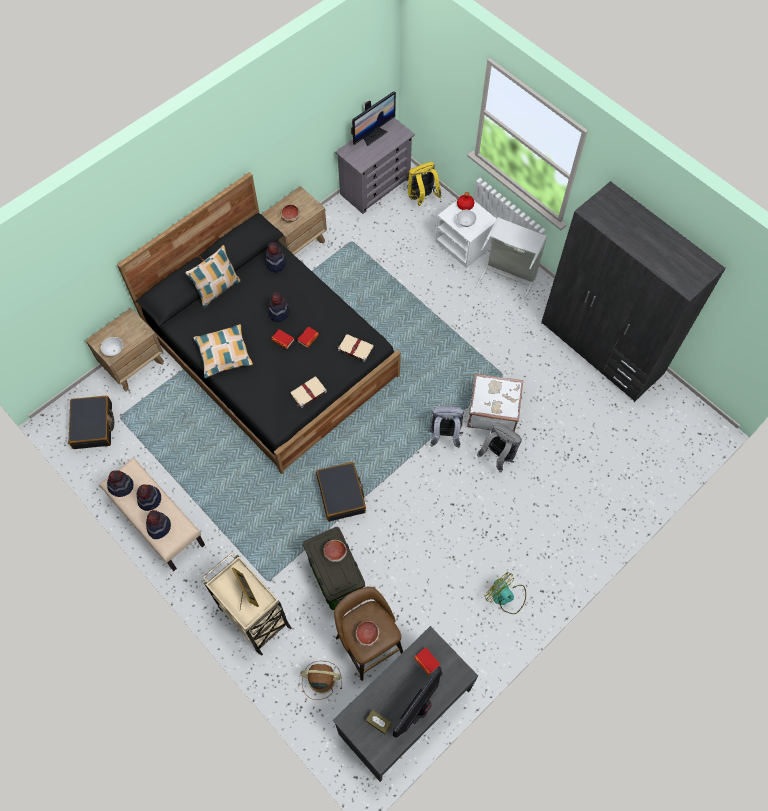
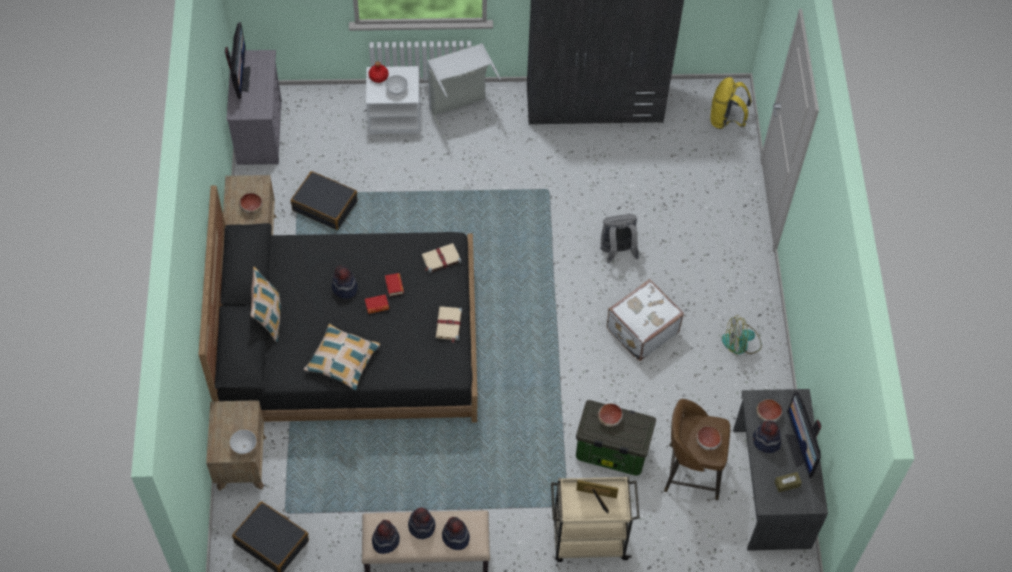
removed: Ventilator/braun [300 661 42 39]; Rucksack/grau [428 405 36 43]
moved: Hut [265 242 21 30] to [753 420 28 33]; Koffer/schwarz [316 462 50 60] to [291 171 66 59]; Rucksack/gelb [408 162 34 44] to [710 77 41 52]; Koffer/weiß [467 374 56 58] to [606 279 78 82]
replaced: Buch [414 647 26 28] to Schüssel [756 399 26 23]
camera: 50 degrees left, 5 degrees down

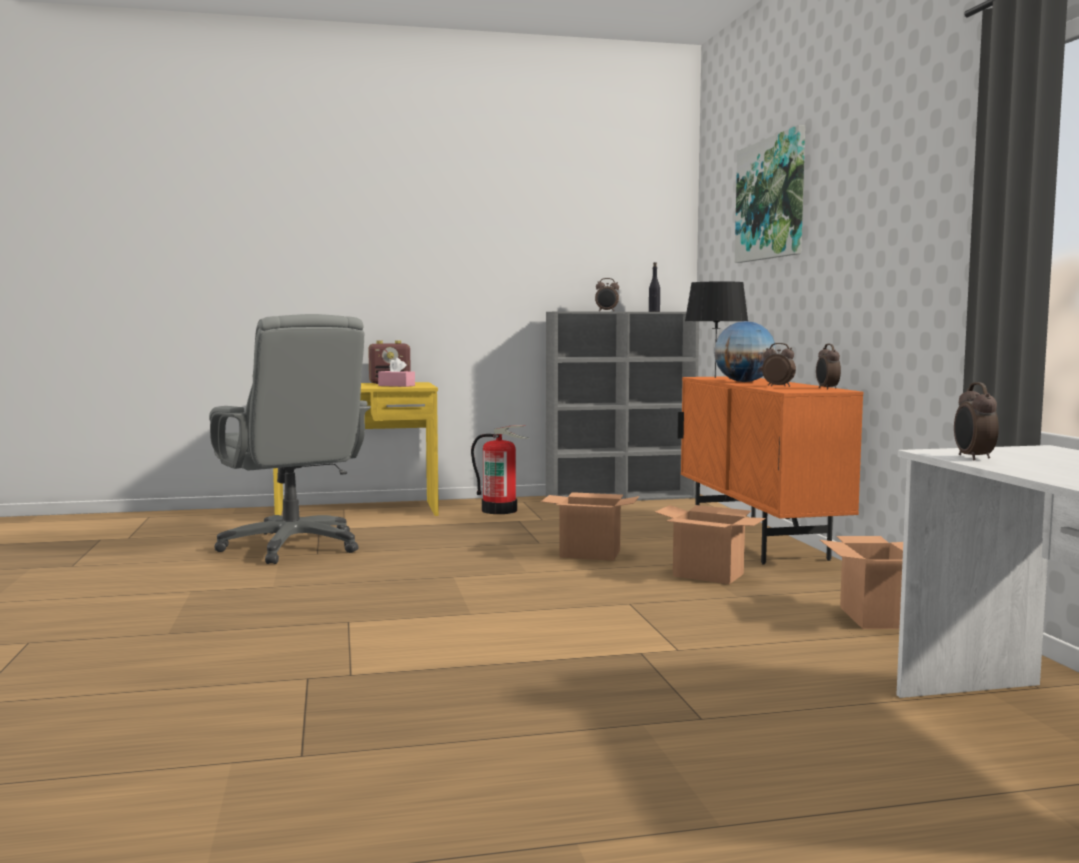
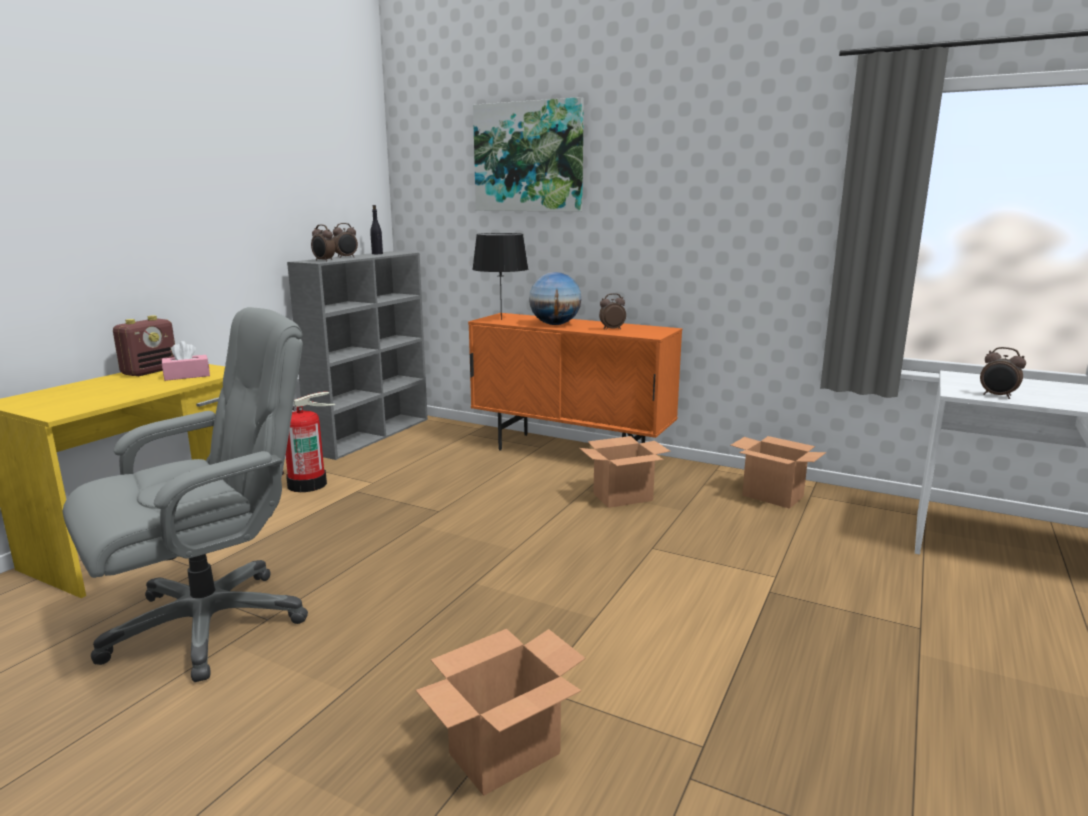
moved: Karton [541 492 98 69] to [416 629 169 167]; Wecker [816 344 25 46] to [311 225 24 37]
turned: Bürostuhl/grau [209 314 162 250] = [63 307 245 375] 45 degrees counterclockwise
camera: 50 degrees left, 10 degrees up

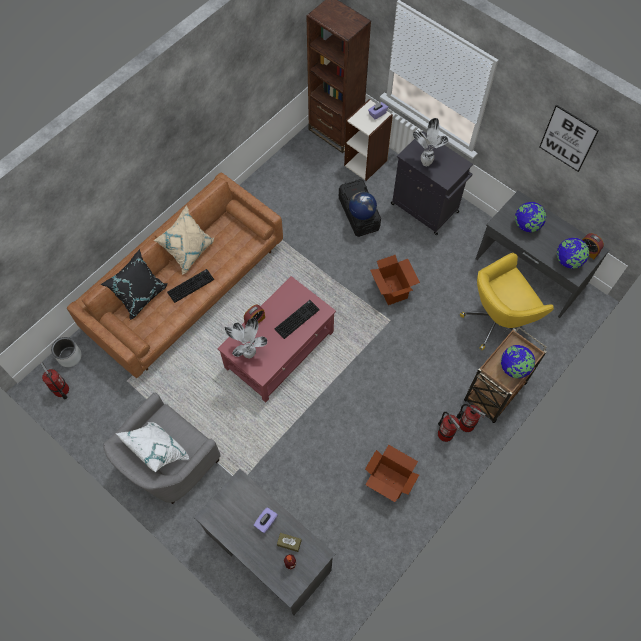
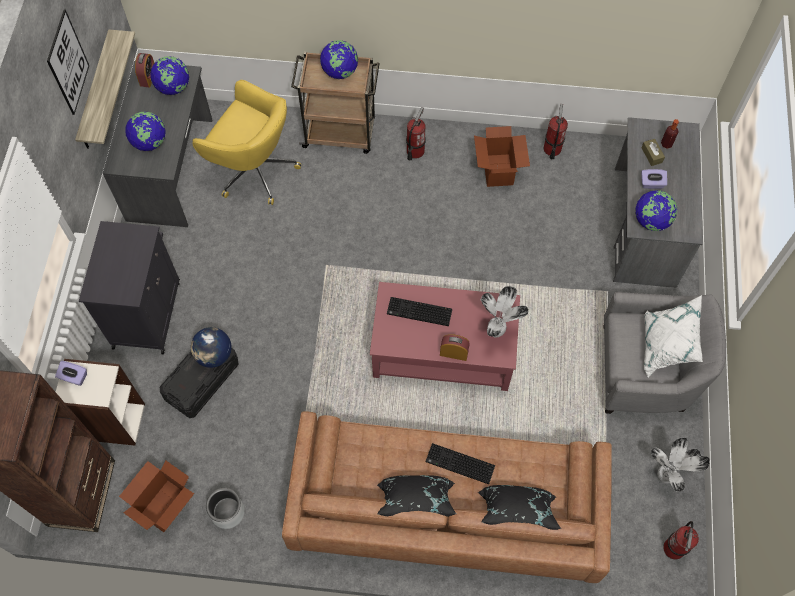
added: Wandregal [75 29 60 120]; Globus [635 190 42 41]
moved: Pflanzkübel/grau [51 337 31 30] to [206 488 39 41]; Karton [370 255 50 50] to [119 460 75 72]; Topfpflanze [413 118 35 48] to [651 438 59 53]; Feuerlöscher [457 404 28 28] to [544 104 24 55]
recoloured: Kissen/beige [153 205 61 70] to Kissen/schwarz [377 475 79 42]
camera: 125 degrees left, 0 degrees up

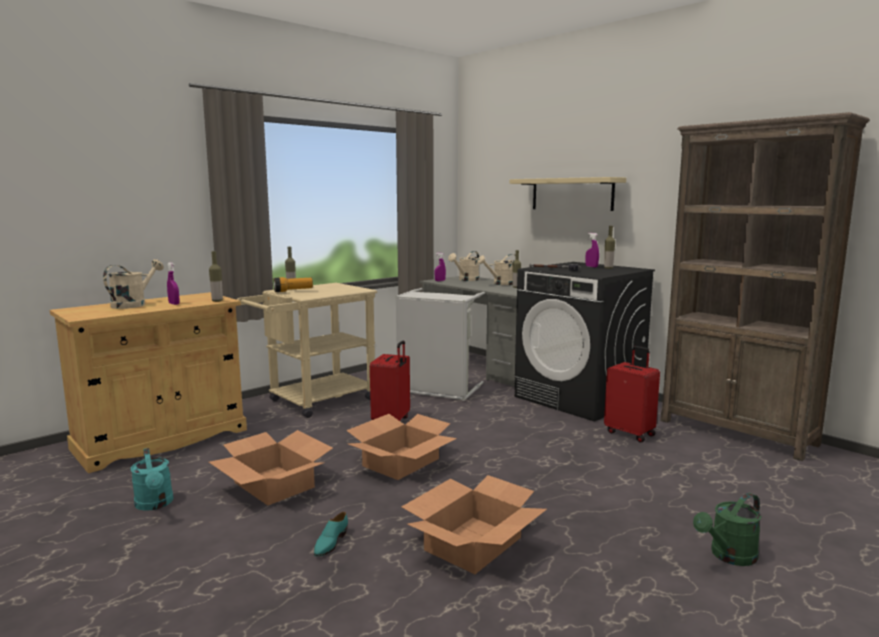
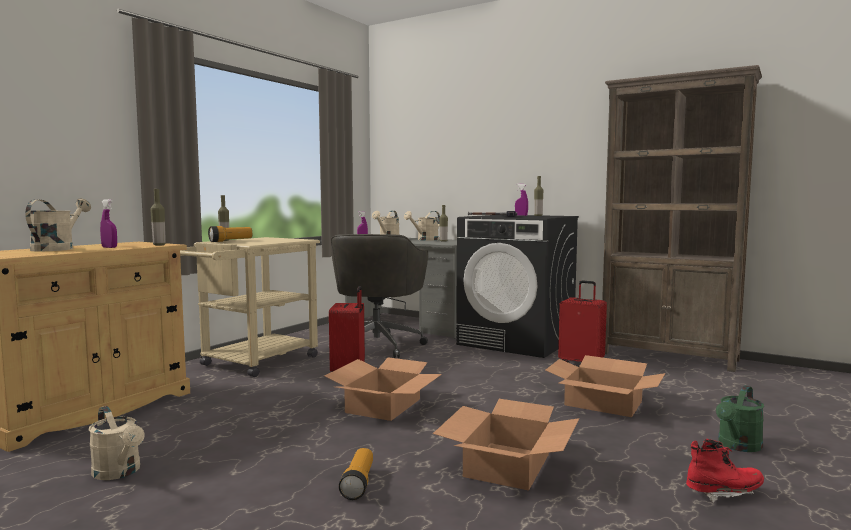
removed: Wandregal/beige [510 177 116 34]
added: Stiefel/rot [686 439 78 64]
moved: Karton [209 430 124 76] to [546 355 119 62]
replaced: Schuh/türkis [314 512 34 44] to Taschenlampe [339 448 34 52]; Wäschekorb/grau [395 288 90 113] to Bürostuhl/grau [331 234 97 124]
recoloured: Gießkanne/türkis [130 448 44 63] to Gießkanne/beige [88 406 56 74]
camera: 15 degrees left, 5 degrees down

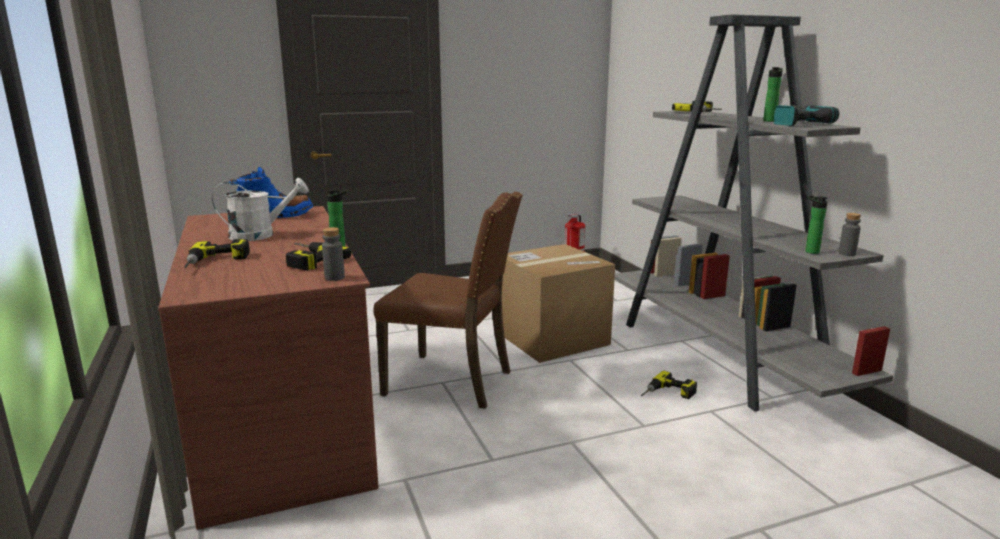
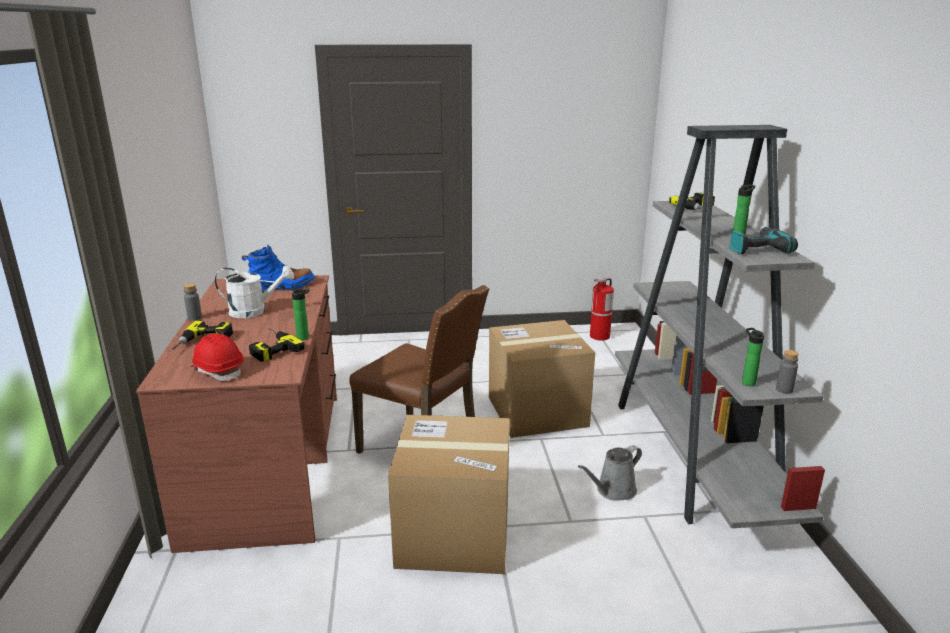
added: Schutzhelm/rot [191 333 53 48]; Karton [388 415 122 159]
moved: Flasche/grau [322 227 23 54] to [184 283 18 38]
replaced: Bohrmaschine [641 371 56 28] to Gießkanne/grau [578 445 64 56]
camera: 15 degrees right, 5 degrees up

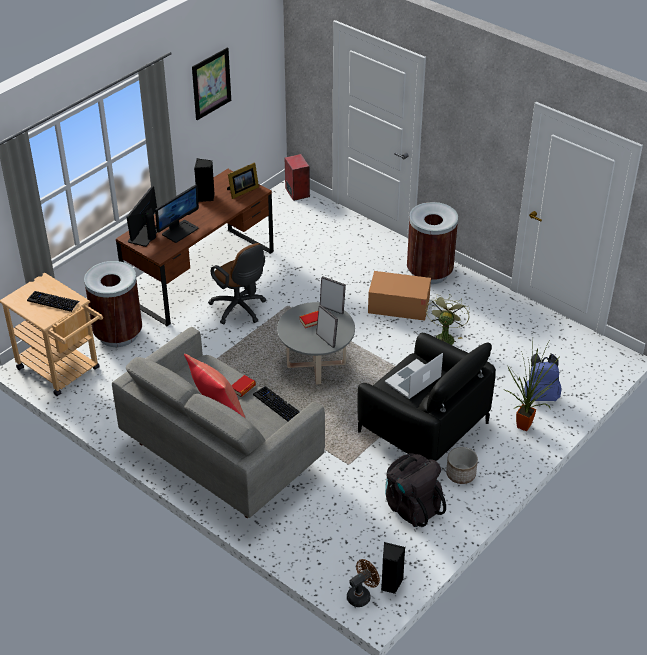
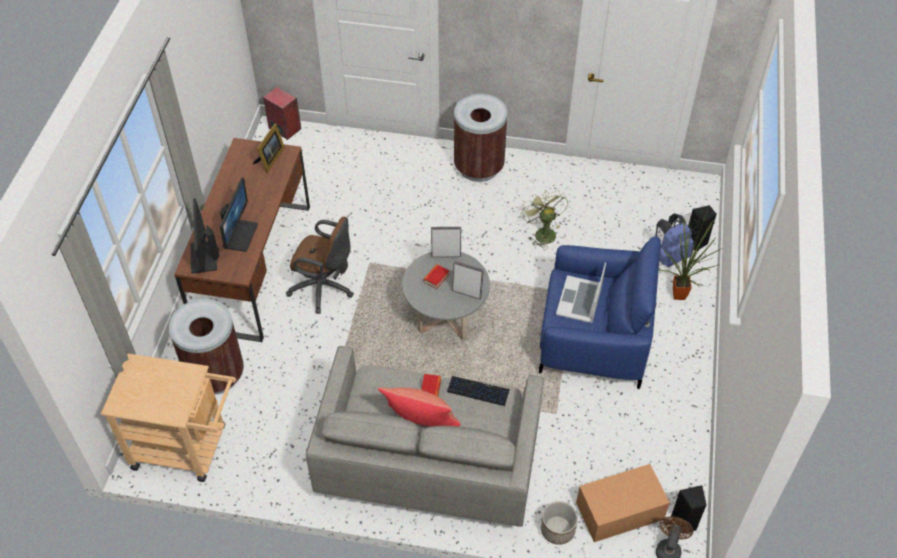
removed: Tastatur [27 291 52 21]; Bild [192 48 39 72]; Rucksack/schwarz [385 453 61 74]
moved: Lautsprecher/schwarz [194 158 21 44] to [688 205 29 46]; Karton [368 271 63 50] to [576 464 94 78]; Pflanzkübel [446 447 32 37] to [541 501 37 44]
recoloured: Sessel/schwarz [357 333 139 128] to Sessel/blau [539 236 122 153]
camera: 30 degrees left, 10 degrees up

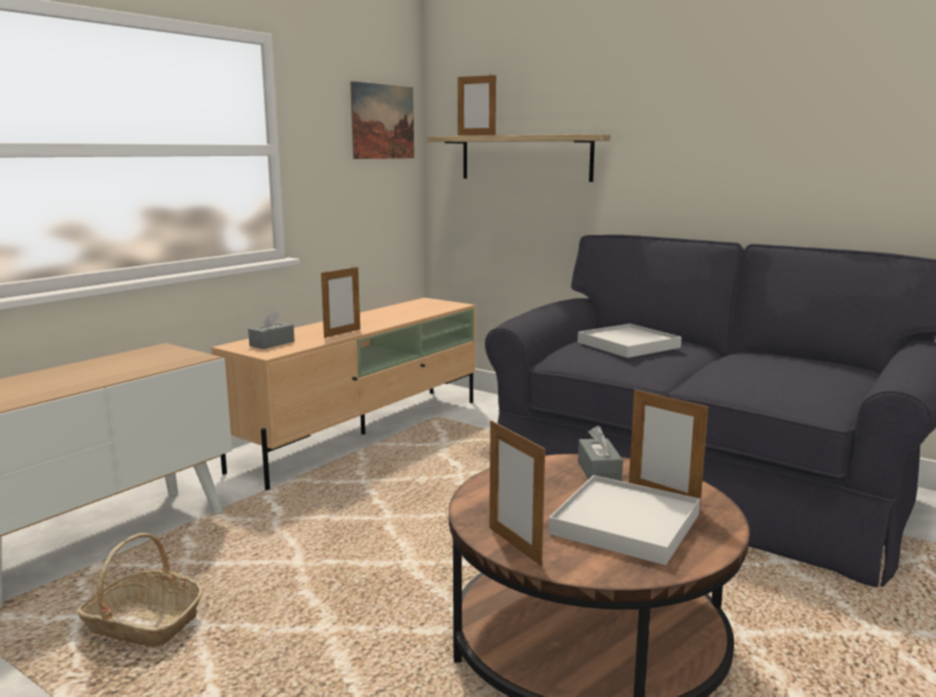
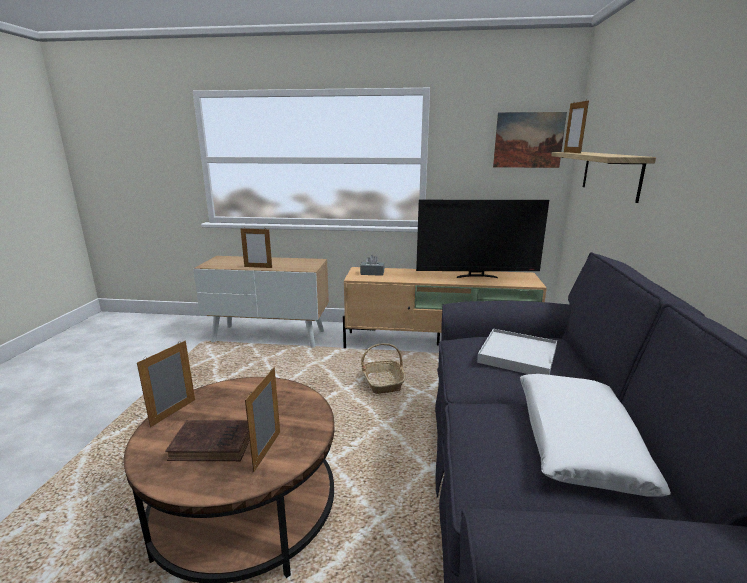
removed: Taschentuchbox/grau [578 426 45 55]
added: Fernseher [416 200 133 78]; Kissen/weiß [520 374 151 123]
moved: Korb [77 533 127 115] to [361 343 45 51]; Bilderrahmen [321 266 39 72] to [241 228 31 40]
replaced: Tablett/weiß [549 475 151 90] to Buch/braun [165 420 85 41]
camera: 60 degrees right, 5 degrees up

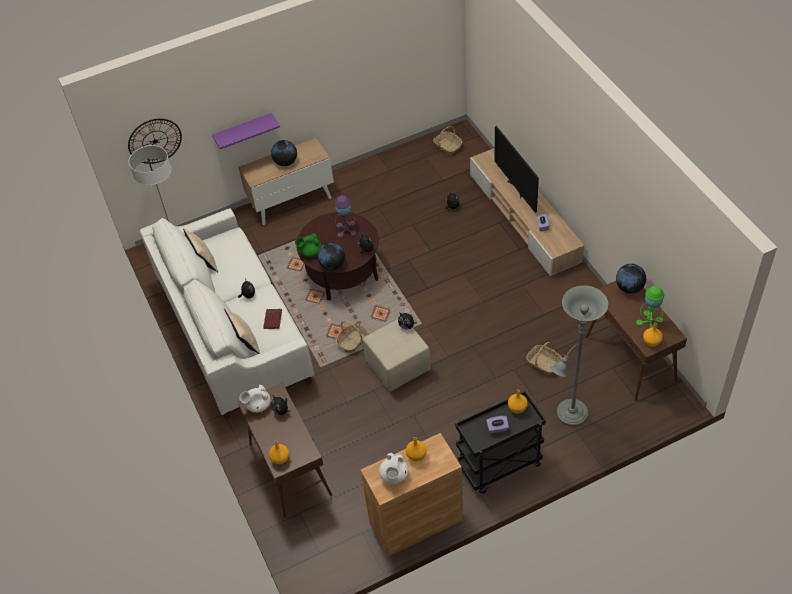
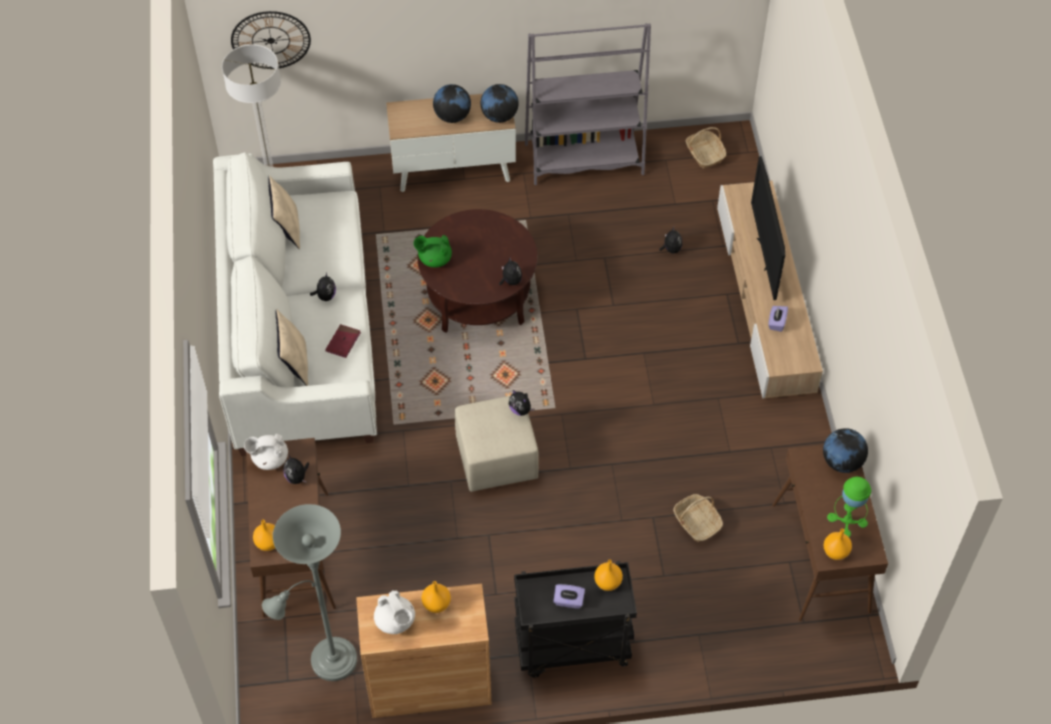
removed: Wandregal/lila [212 113 68 36]; Tischlampe/lila [334 195 22 42]; Korb [336 321 33 32]
added: Bücherregal/grau [525 23 126 162]
moved: Globus [317 242 28 28] to [481 84 38 39]; Stehlampe/grau [550 285 58 142] to [262 504 95 177]
turned: Teekanne/weiß [379 453 29 31] = [374 591 41 43] 60 degrees counterclockwise
camera: 15 degrees right, 5 degrees up

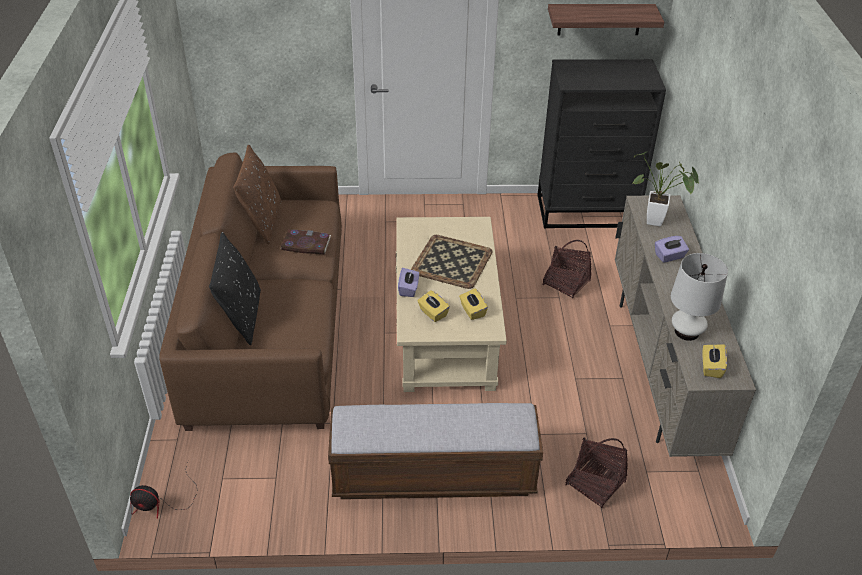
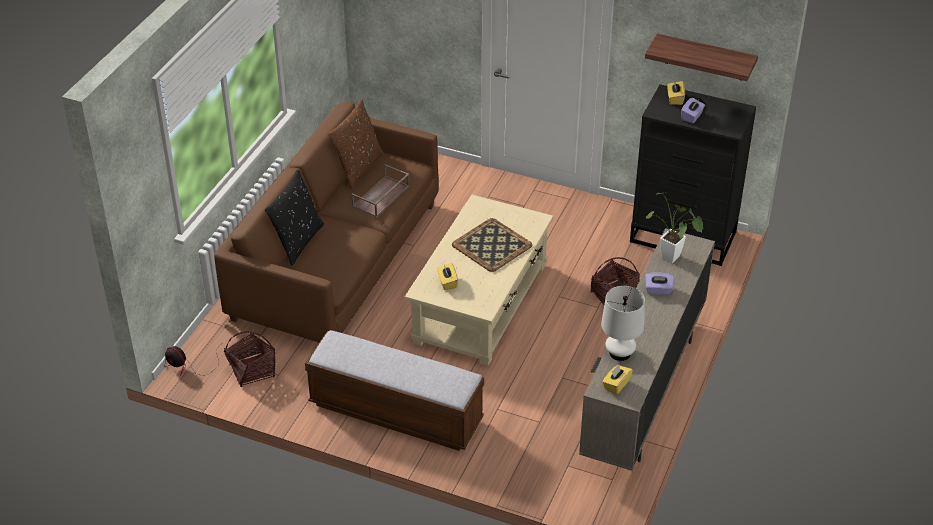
moved: Taschentuchbox/lila [398 268 21 29] to [681 98 24 25]; Taschentuchbox/gelb [459 288 29 32] to [667 80 18 25]; Korb [566 438 62 70] to [224 331 51 56]
replaced: Buch [280 229 51 25] to Tablett/braun [351 164 59 53]
camera: 25 degrees right, 0 degrees up

